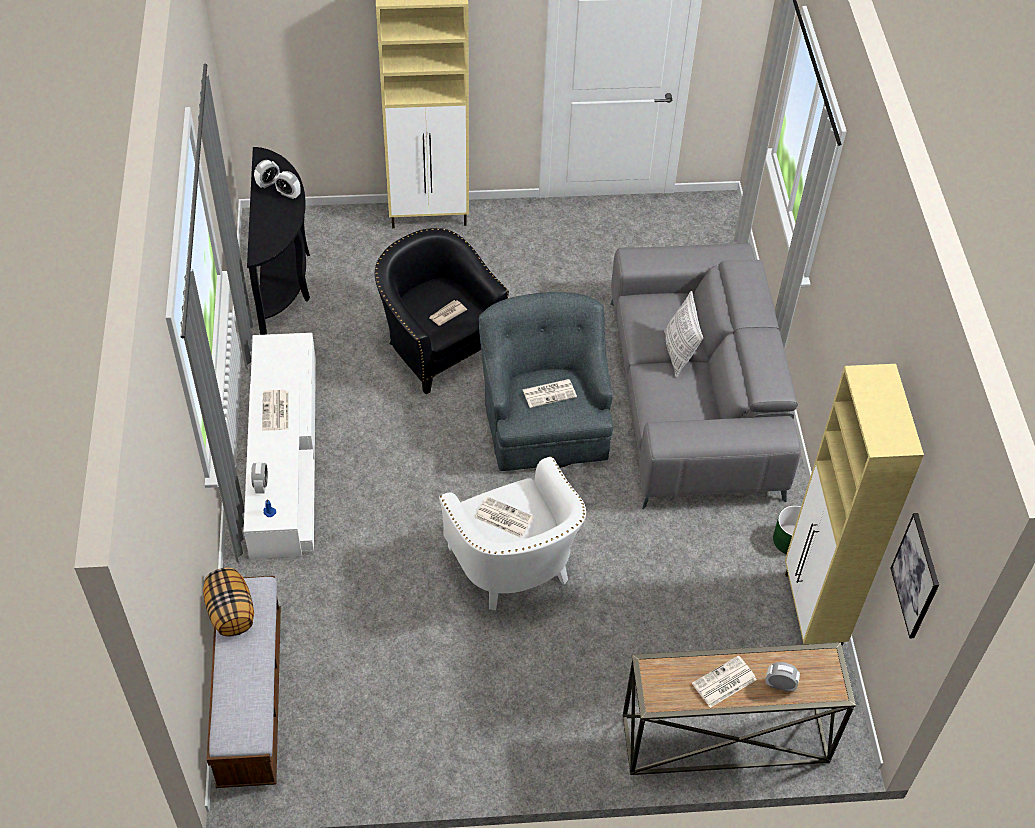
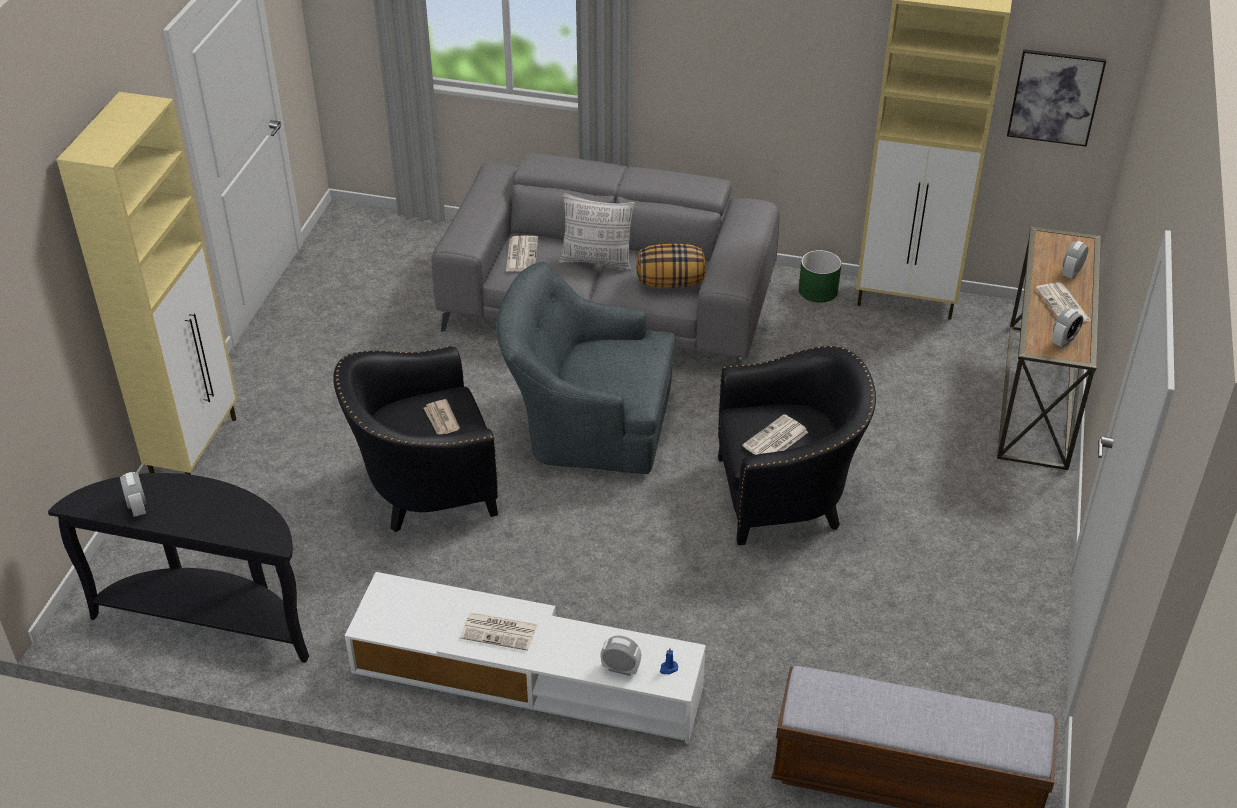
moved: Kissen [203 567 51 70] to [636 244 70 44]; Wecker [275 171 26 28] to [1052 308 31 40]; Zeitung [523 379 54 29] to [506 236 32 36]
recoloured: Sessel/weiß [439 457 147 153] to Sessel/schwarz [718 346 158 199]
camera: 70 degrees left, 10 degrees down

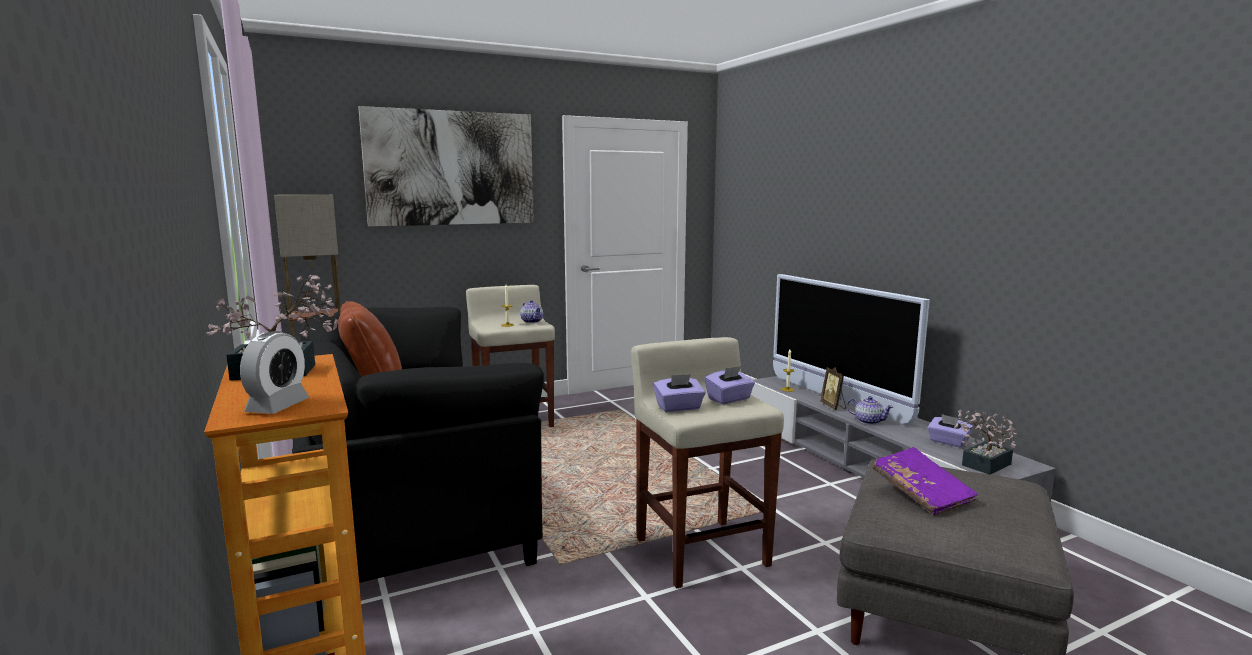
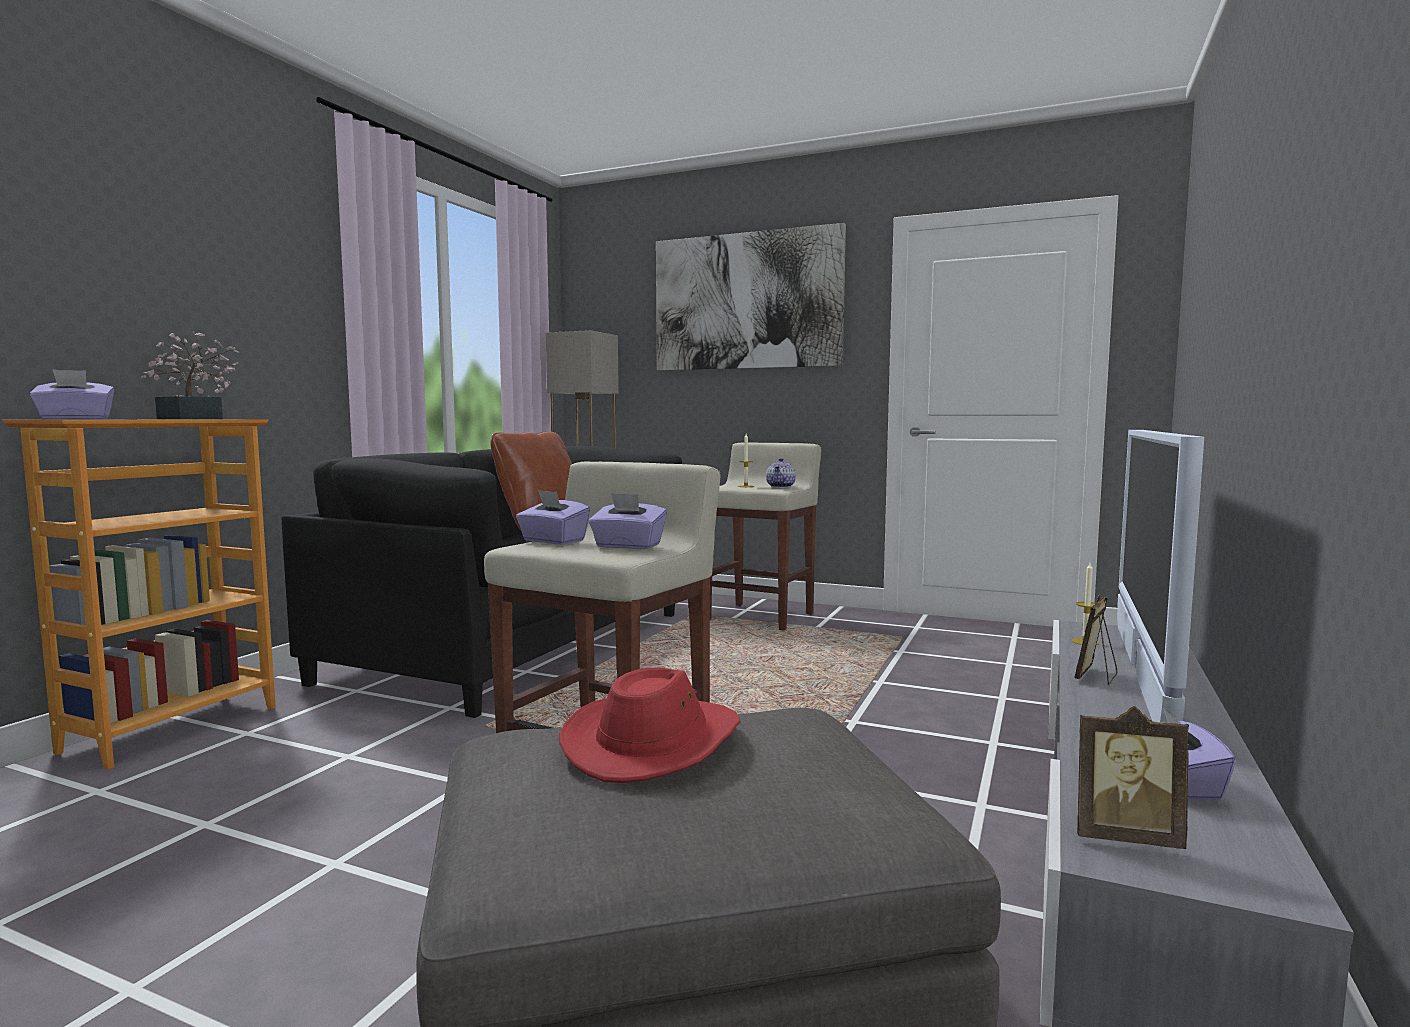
removed: Teekanne [847 396 46 29]
replaced: Wecker [240 331 70 83] to Taschentuchbox/lila [30 369 84 50]; Buch/lila [872 447 106 69] to Hut/rot [559 667 182 116]; Topfpflanze [954 410 63 64] to Bilderrahmen [1077 706 112 143]
camera: 50 degrees right, 5 degrees down

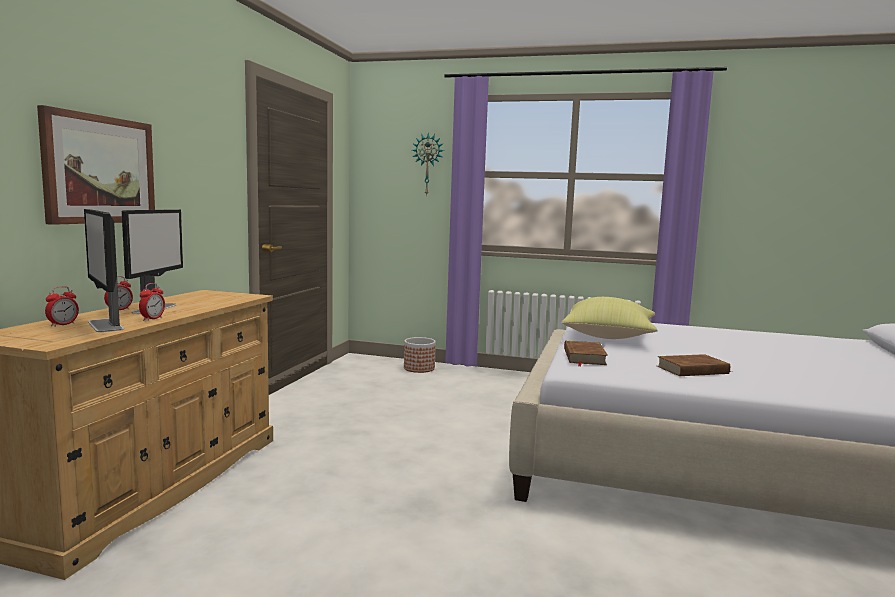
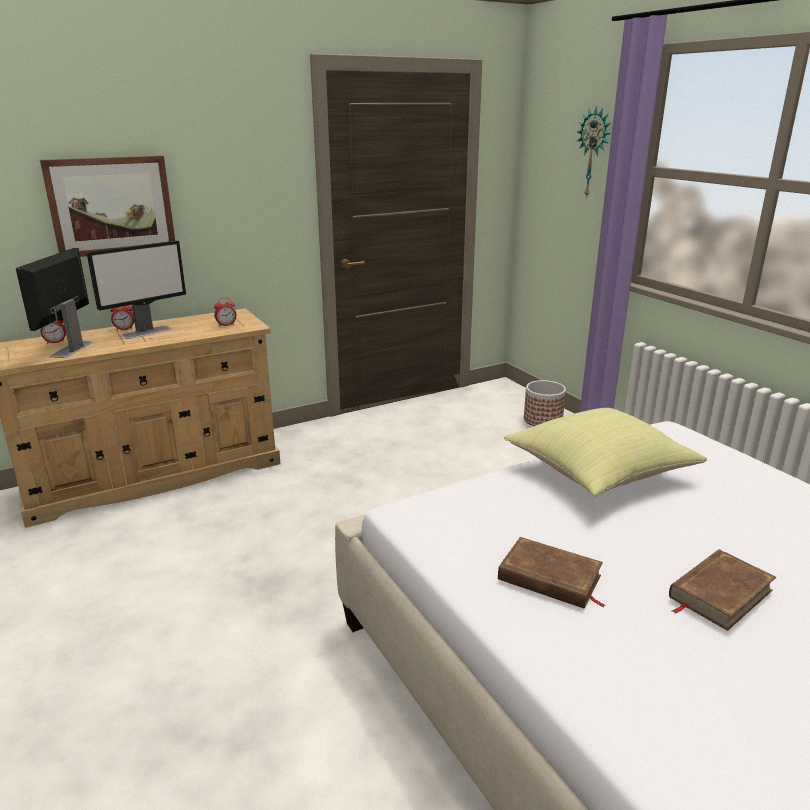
moved: Wecker [139 283 26 38] to [214 298 22 29]; Buch/braun [564 341 44 25] to [669 549 107 82]
camera: 45 degrees right, 15 degrees up

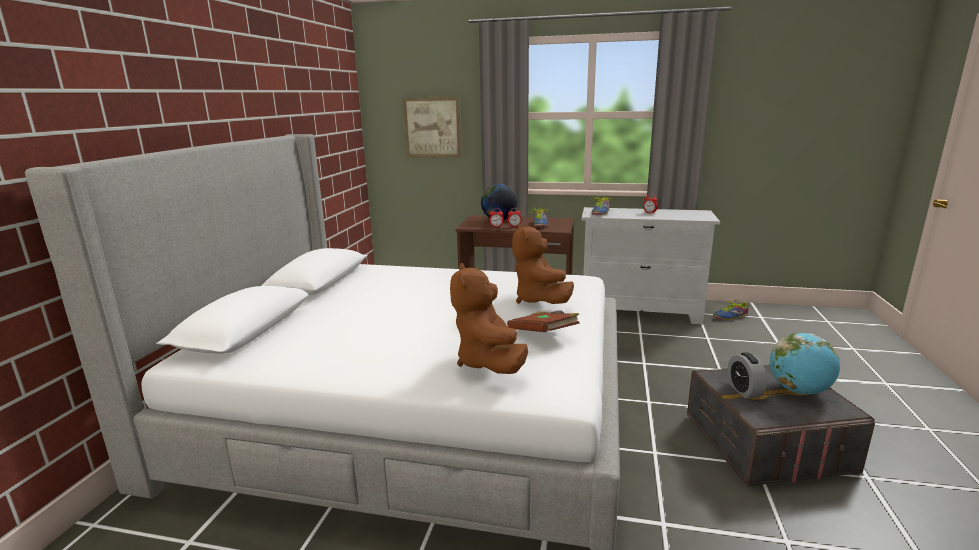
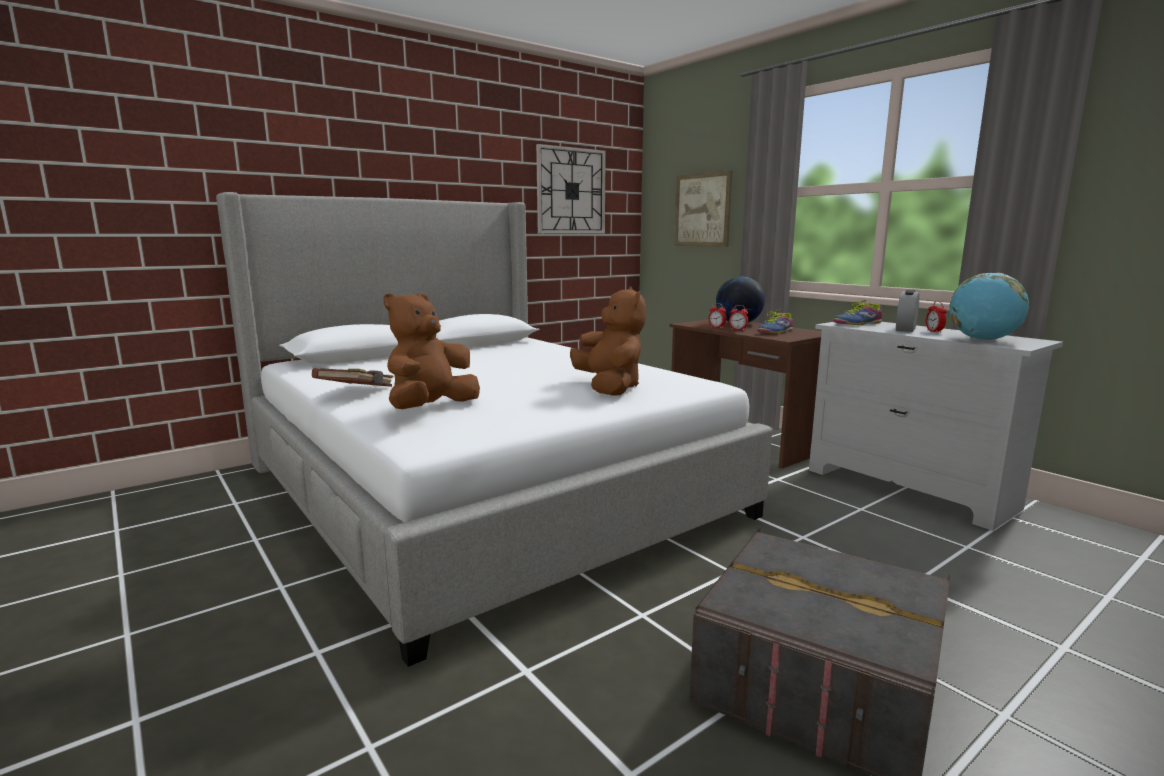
removed: Schuh [713 299 36 21]
added: Wanduhr [536 144 70 89]
moved: Buch/braun [507 310 73 22] to [312 368 82 19]; Wecker [727 352 40 47] to [896 290 24 42]; Globus [770 333 70 62] to [950 273 79 68]
turned: Plüschtier/braun [512 224 62 80] = [570 287 76 109] 135 degrees clockwise
camera: 40 degrees right, 5 degrees down

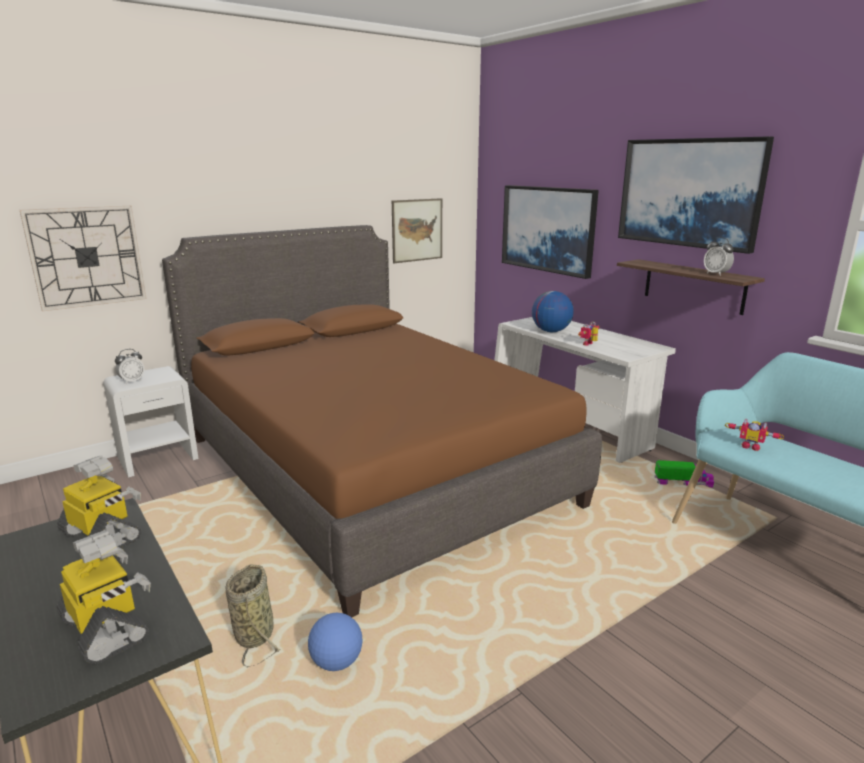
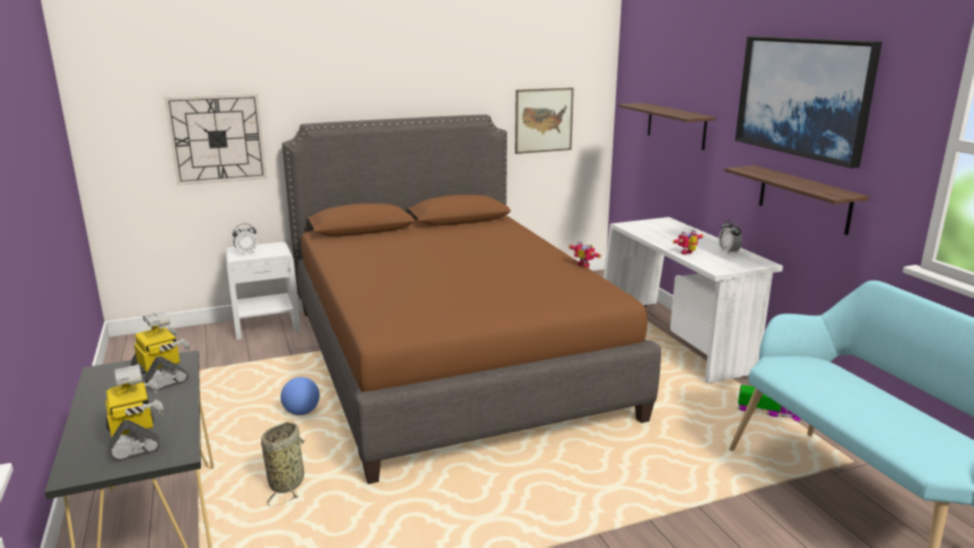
removed: Globus [532 291 42 41]
moved: Fußball [308 613 55 58] to [281 377 39 38]; Wecker [704 237 30 39] to [719 219 23 36]; Spielzeugroboter [725 418 59 33] to [568 241 33 27]
replaced: Bild [502 185 97 94] to Wandregal [618 103 98 47]
camera: 15 degrees right, 0 degrees up

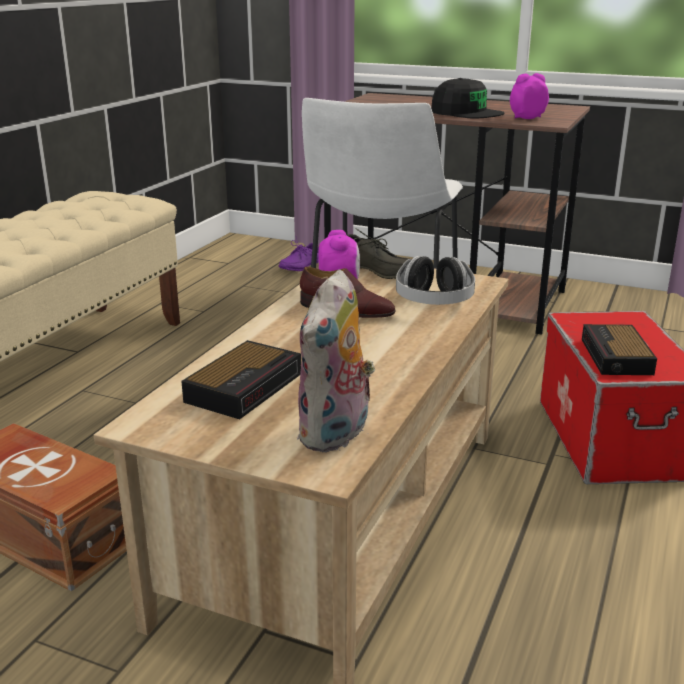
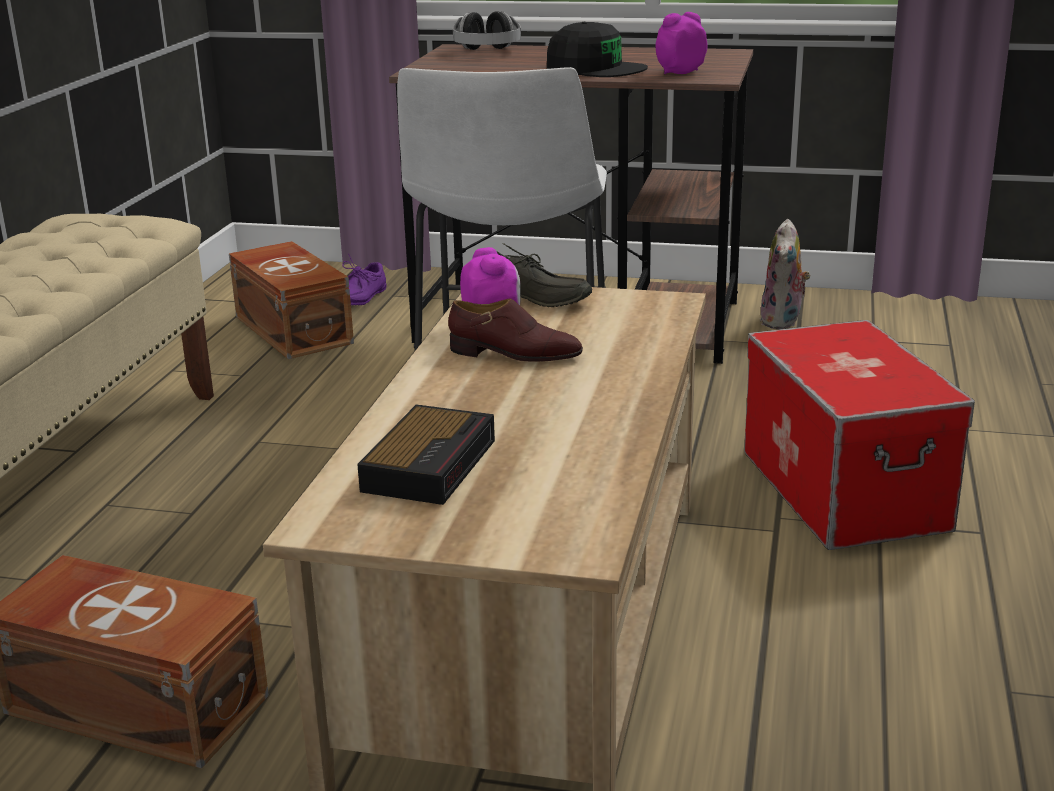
removed: Wecker [582 324 75 51]
added: Aufbewahrungsbox/braun [229 241 125 118]
moved: Plüschtier [297 269 78 184] to [760 219 51 110]; Kopfhörer [396 256 79 49] to [453 11 68 39]
camera: 10 degrees left, 0 degrees up

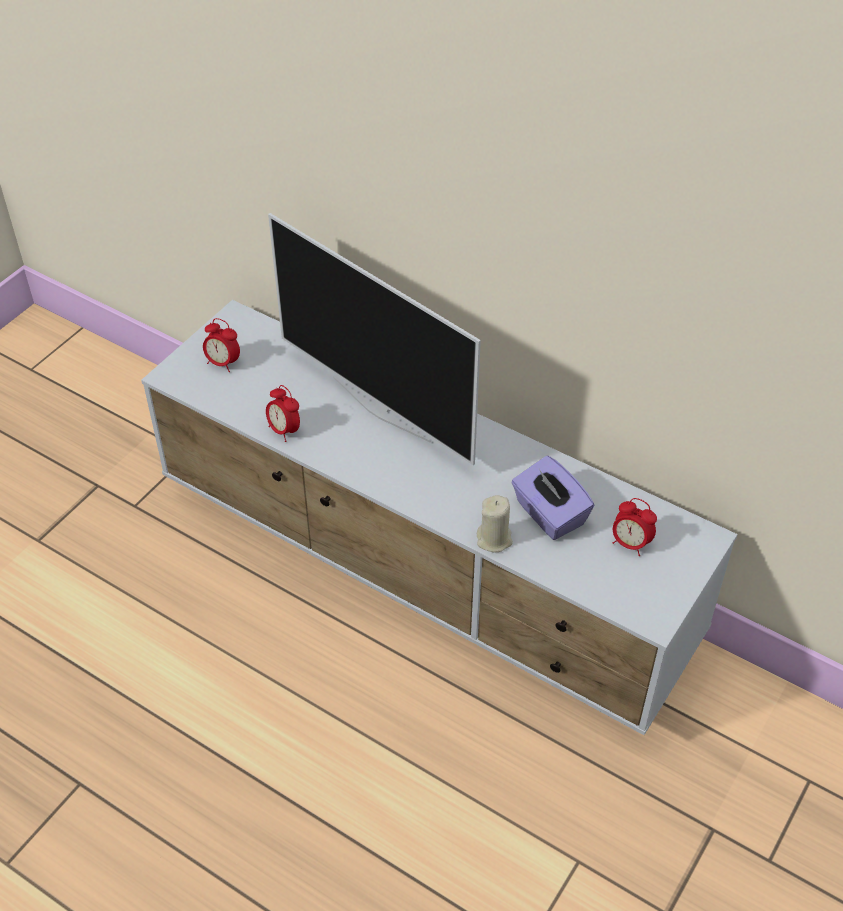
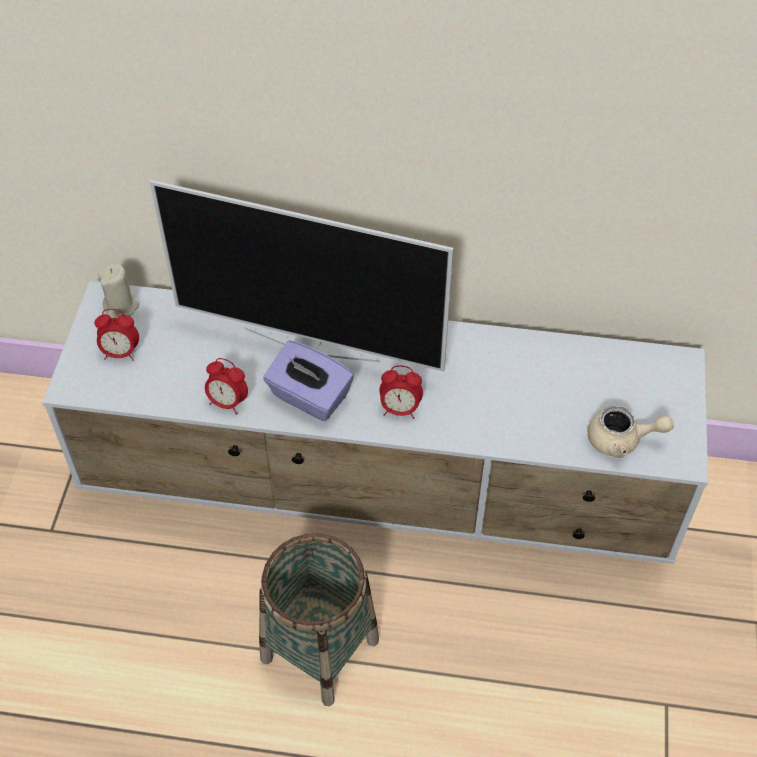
added: Korb [259 533 120 173]; Teekanne/beige [587 406 87 52]
moved: Kerze/beige [477 495 36 57] to [98 263 41 55]; Taschentuchbox/lila [511 456 83 84] to [263 341 91 80]; Wecker [613 498 44 58] to [380 366 43 53]
camera: 25 degrees left, 5 degrees up

